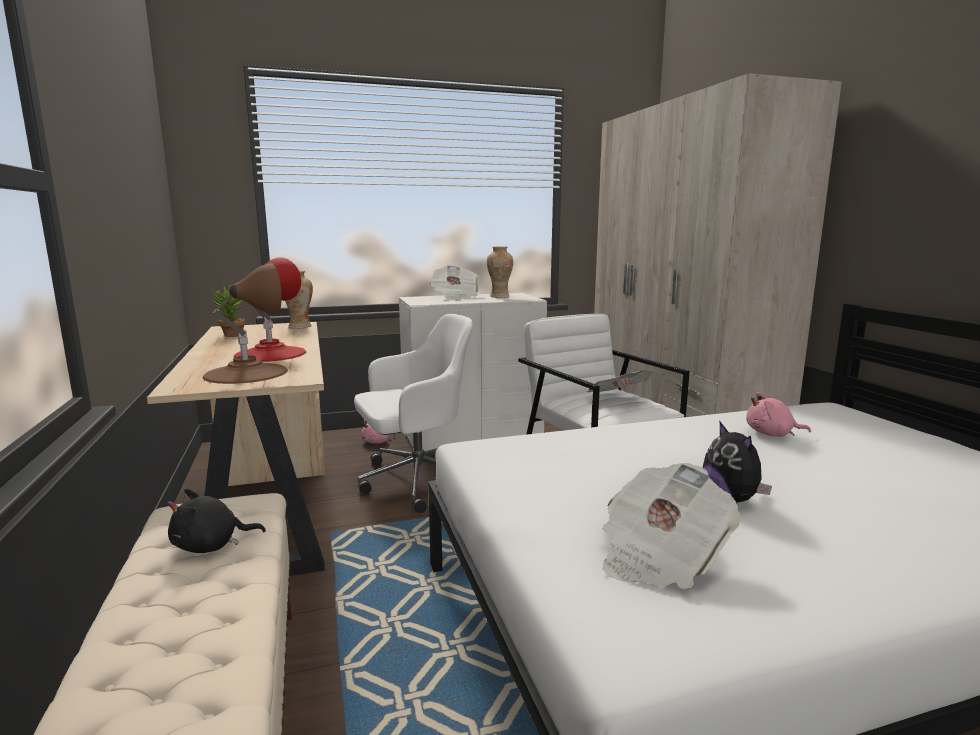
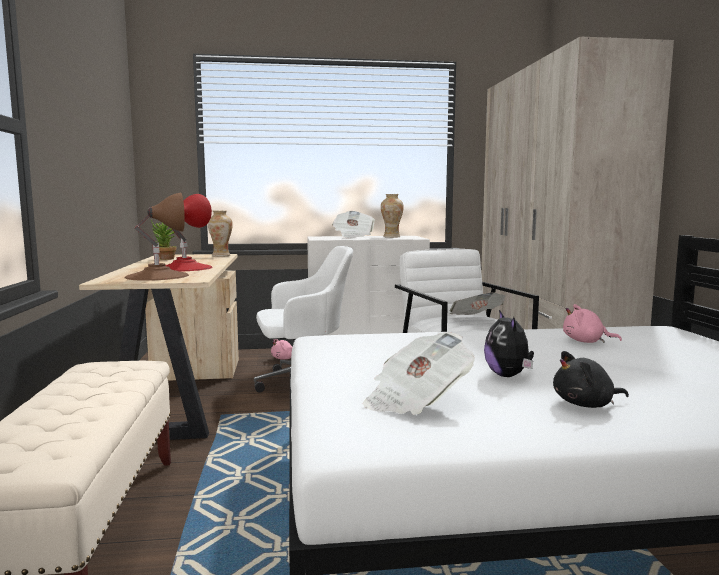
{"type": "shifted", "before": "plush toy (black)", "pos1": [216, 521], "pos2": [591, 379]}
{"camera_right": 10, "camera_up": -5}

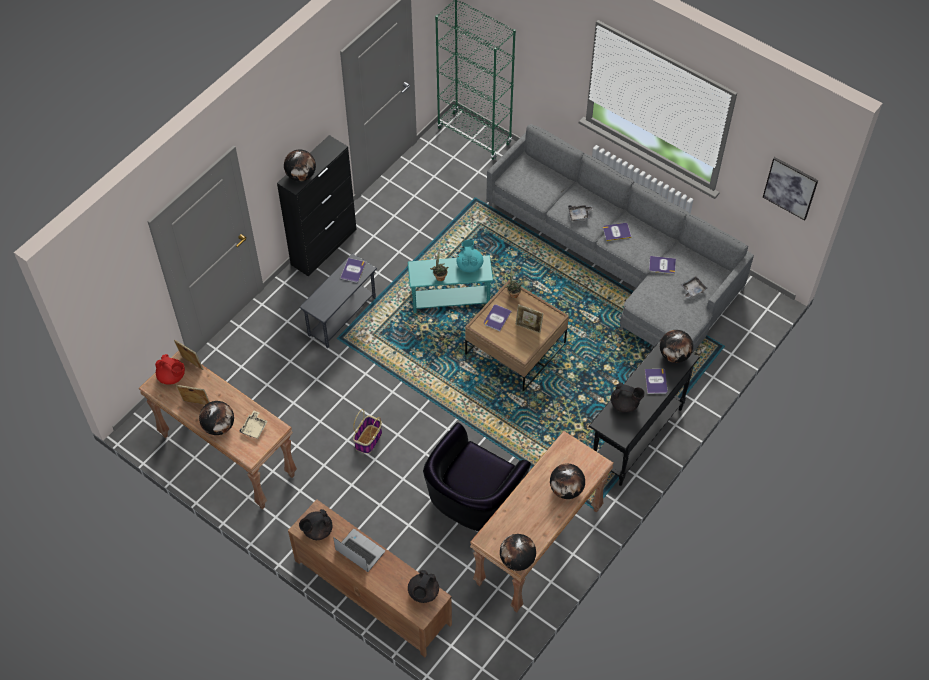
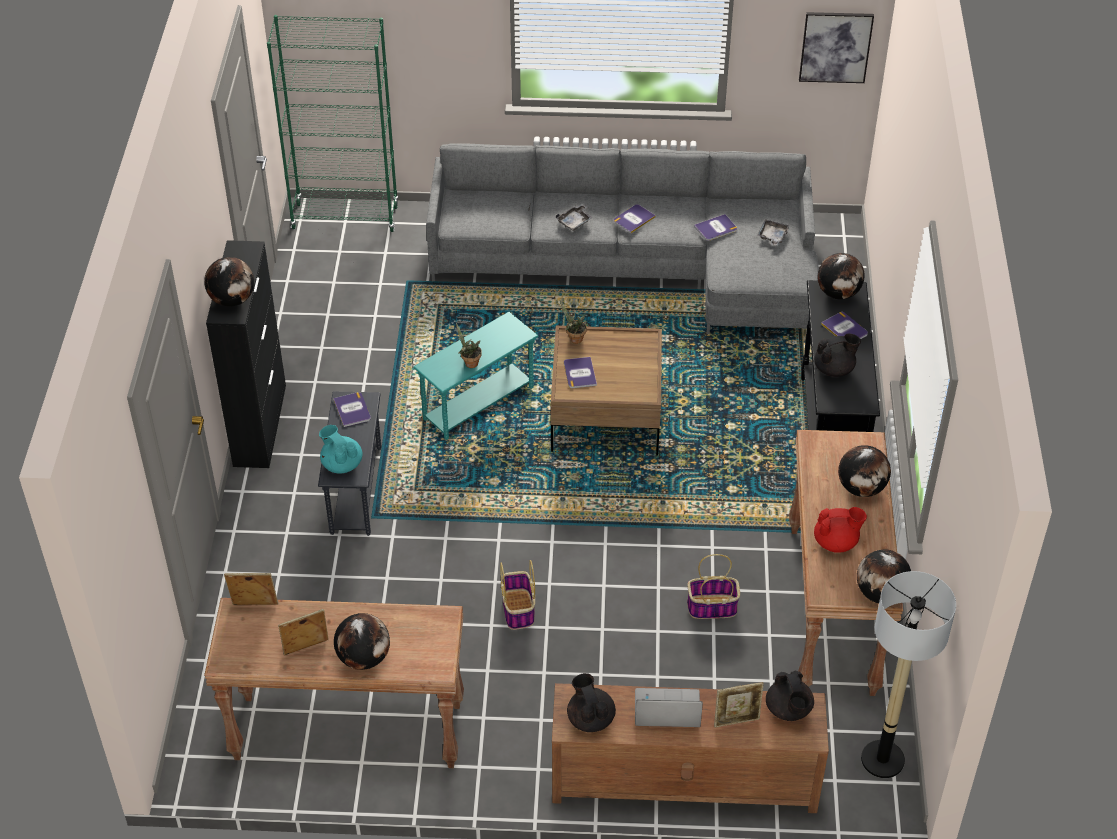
{"type": "shifted", "before": "teapot (turquoise)", "pos1": [470, 256], "pos2": [341, 449]}
{"type": "rotated", "before": "teapot (black)", "pos1": [315, 524], "pos2": [591, 702], "turn": 135}
{"type": "swapped", "before": "armchair (black)", "after": "basket", "pos1": [477, 477], "pos2": [713, 586]}
{"type": "shifted", "before": "picture frame", "pos1": [529, 318], "pos2": [739, 704]}
{"type": "shifted", "before": "teapot (red)", "pos1": [170, 369], "pos2": [840, 530]}
{"type": "new", "after": "floor lamp", "pos2": [908, 674]}
{"type": "gone", "before": "tray (beige)", "pos1": [254, 425]}
{"camera_right": -35, "camera_up": -10}

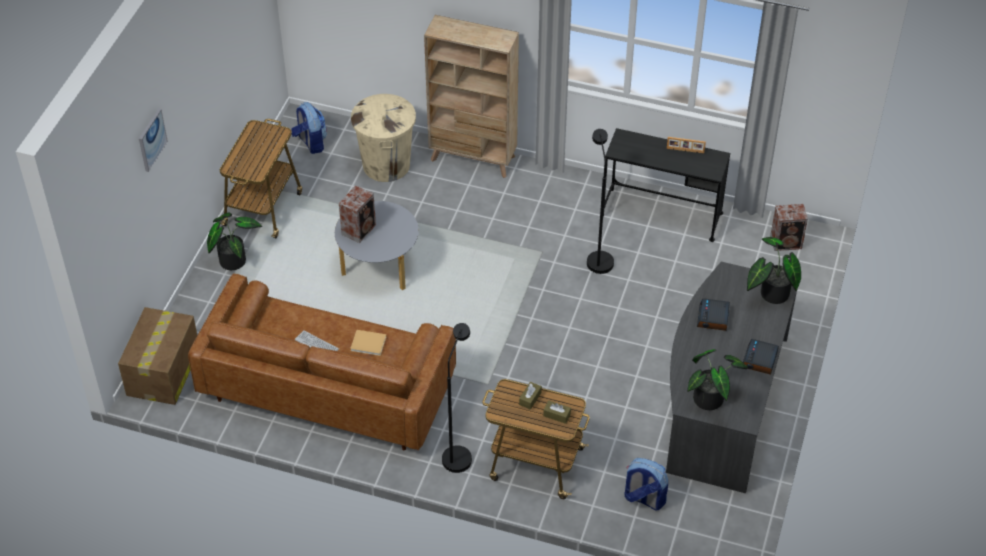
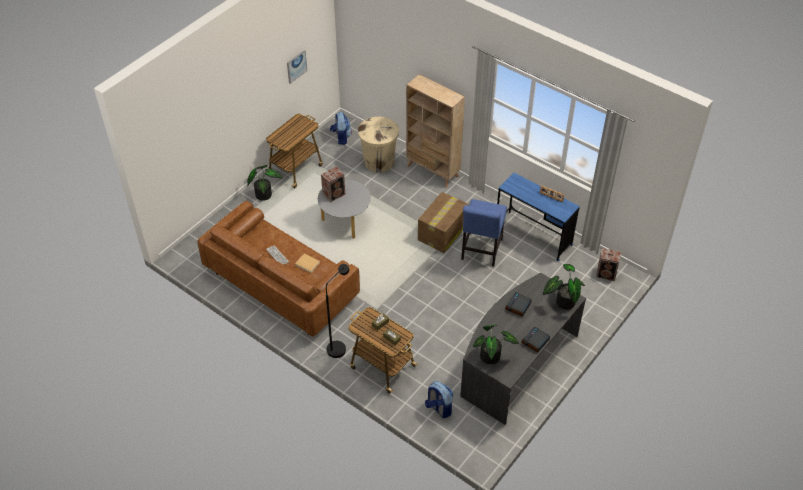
{"type": "shifted", "before": "picture", "pos1": [153, 140], "pos2": [297, 67]}
{"type": "shifted", "before": "cardboard box", "pos1": [157, 356], "pos2": [443, 222]}
{"type": "swapped", "before": "floor lamp (black)", "after": "chair (blue)", "pos1": [600, 201], "pos2": [484, 232]}
{"type": "repainted", "before": "desk (black)", "after": "desk (blue)", "pos1": [666, 185], "pos2": [538, 217]}
{"camera_right": 20, "camera_up": 0}

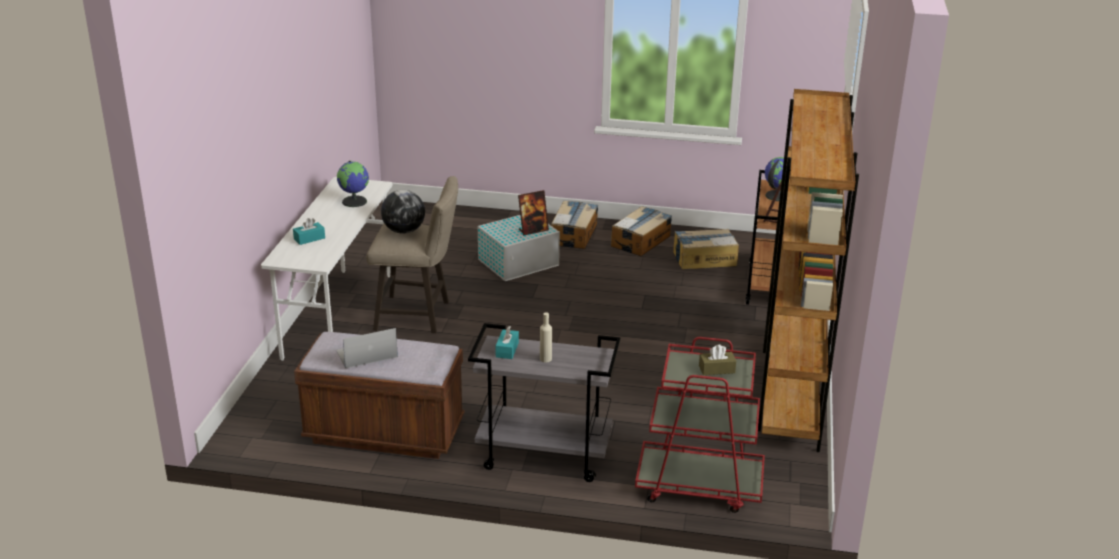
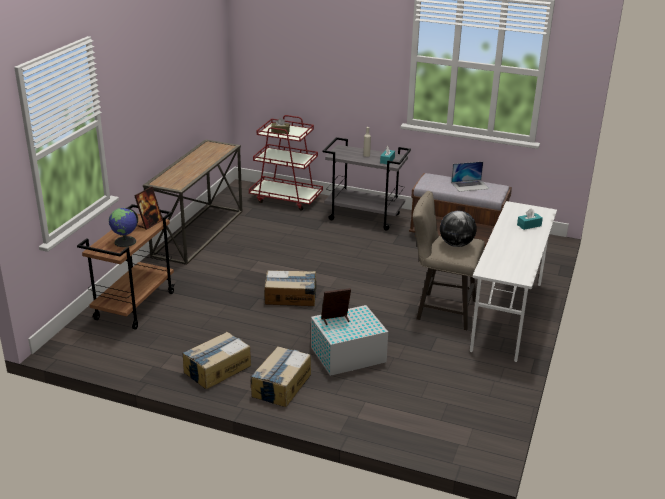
{"type": "swapped", "before": "bookcase (brown)", "after": "console table", "pos1": [808, 270], "pos2": [192, 202]}
{"type": "shifted", "before": "cardboard box", "pos1": [706, 249], "pos2": [290, 288]}
{"type": "gone", "before": "globe", "pos1": [353, 184]}
{"camera_right": -170, "camera_up": 0}

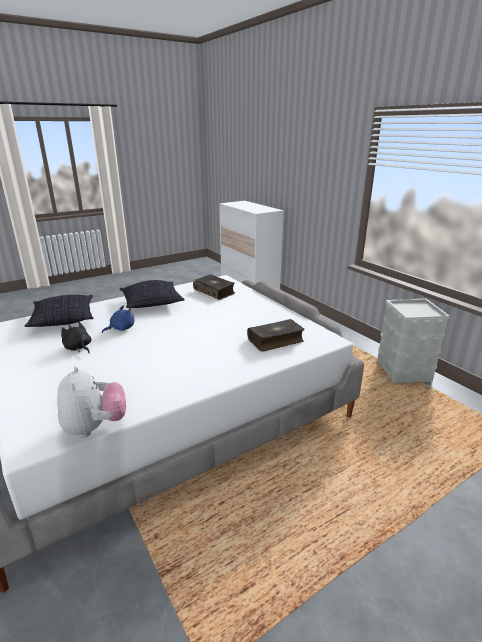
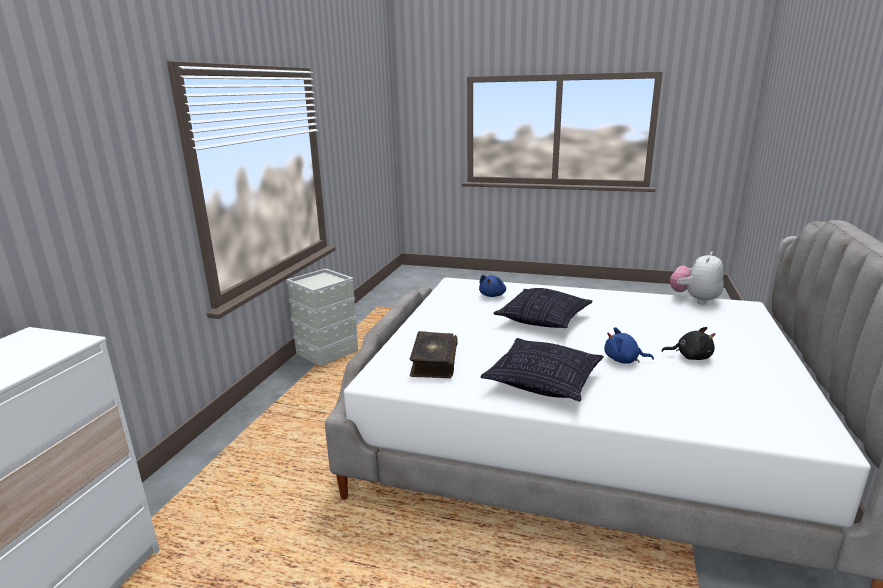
{"type": "swapped", "before": "book", "after": "plush toy (blue)", "pos1": [276, 335], "pos2": [492, 286]}
{"type": "shifted", "before": "pillow", "pos1": [58, 311], "pos2": [543, 308]}
{"type": "rotated", "before": "plush toy (black)", "pos1": [76, 337], "pos2": [688, 343], "turn": -75}
{"camera_right": -130, "camera_up": -5}

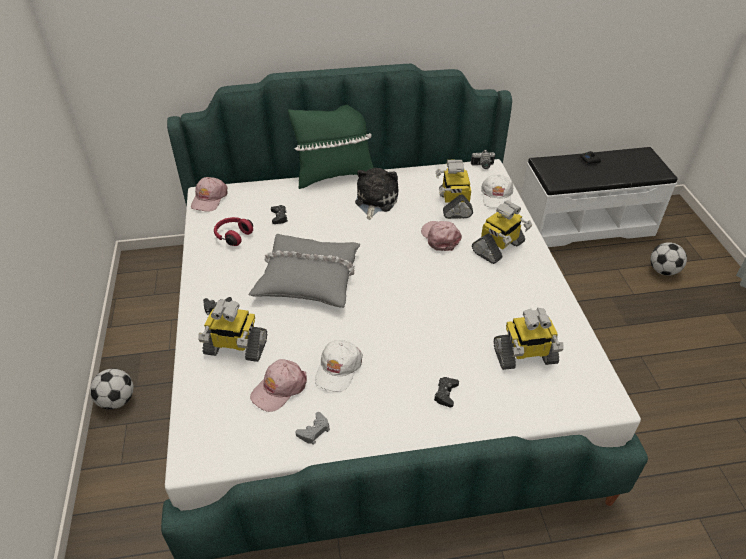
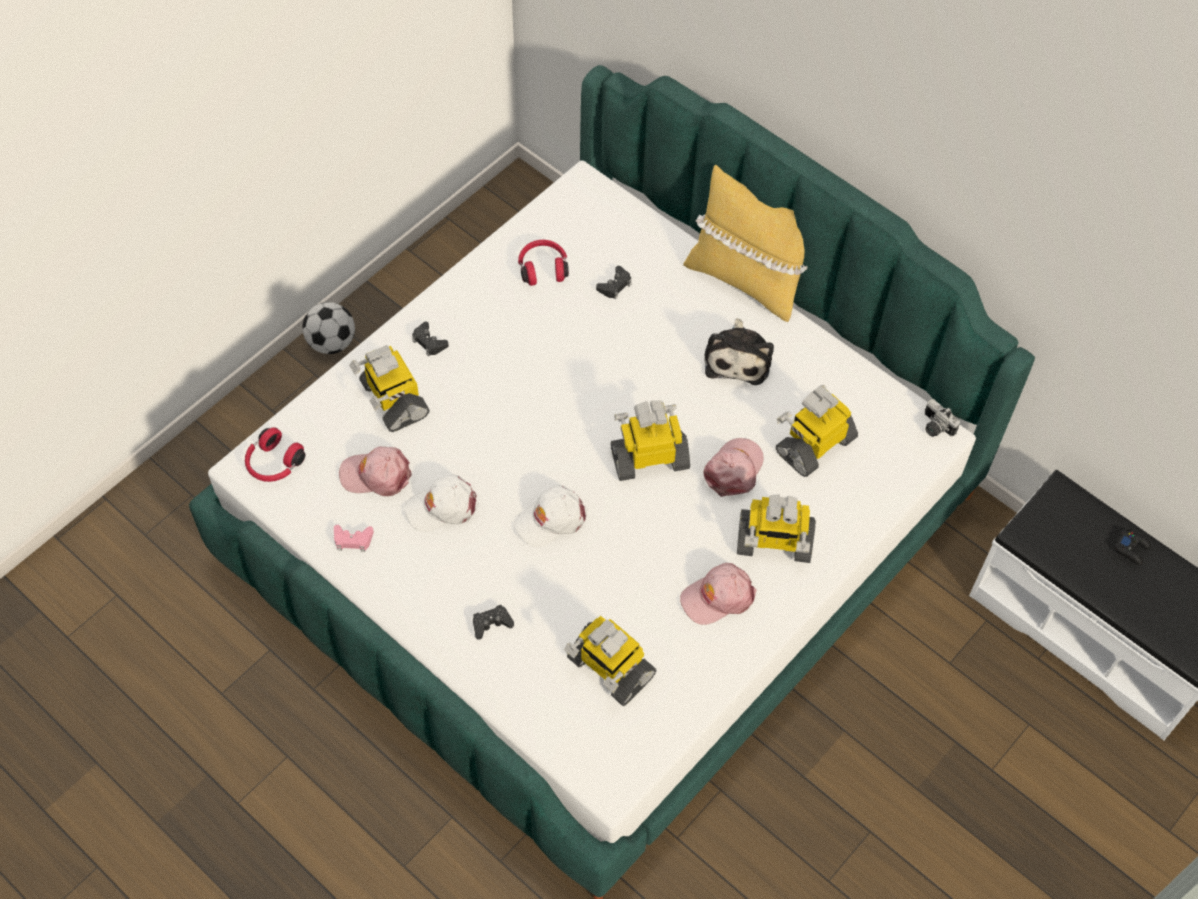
{"type": "new", "after": "headphones (red)", "pos2": [275, 454]}
{"type": "repainted", "before": "game controller (grey)", "after": "game controller (pink)", "pos1": [313, 428], "pos2": [354, 538]}
{"type": "shifted", "before": "cap (white)", "pos1": [497, 191], "pos2": [550, 516]}
{"type": "new", "after": "toy robot", "pos2": [650, 440]}
{"type": "shifted", "before": "cap (pink)", "pos1": [209, 194], "pos2": [718, 594]}
{"type": "repainted", "before": "pillow (green)", "after": "pillow (yellow)", "pos1": [331, 146], "pos2": [745, 243]}
{"type": "rotated", "before": "plush toy", "pos1": [376, 194], "pos2": [739, 351], "turn": 120}
{"type": "gone", "before": "pillow (grey)", "pos1": [304, 271]}
{"type": "gone", "before": "football", "pos1": [668, 259]}
{"camera_right": 50, "camera_up": 15}

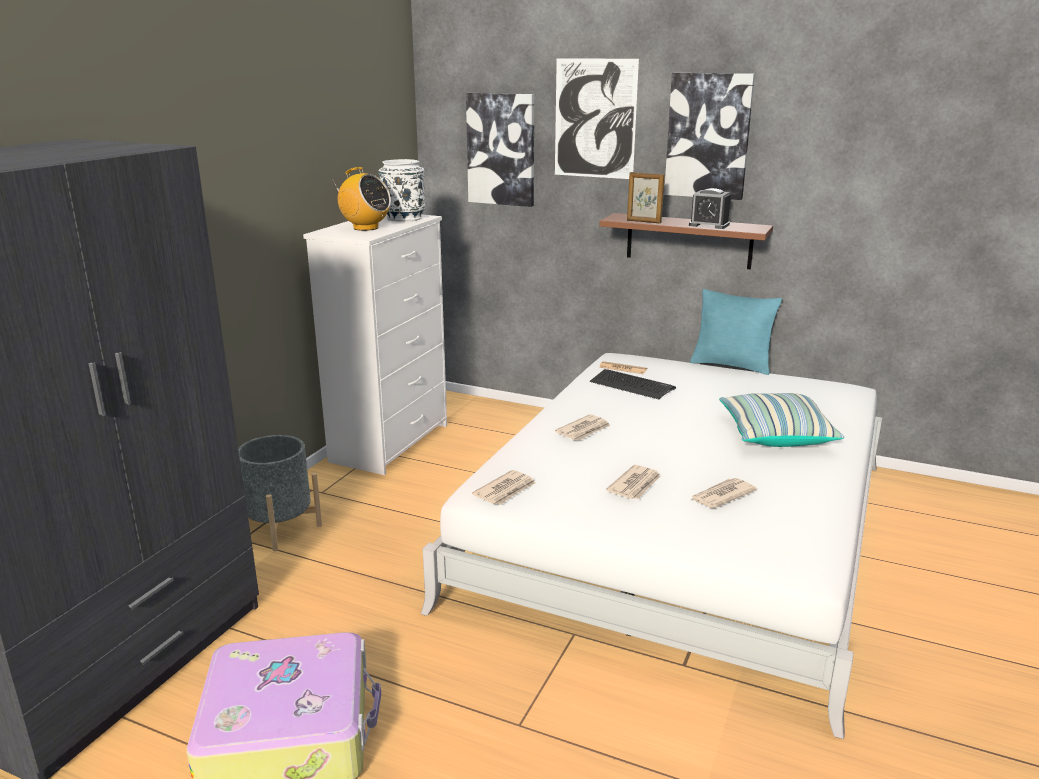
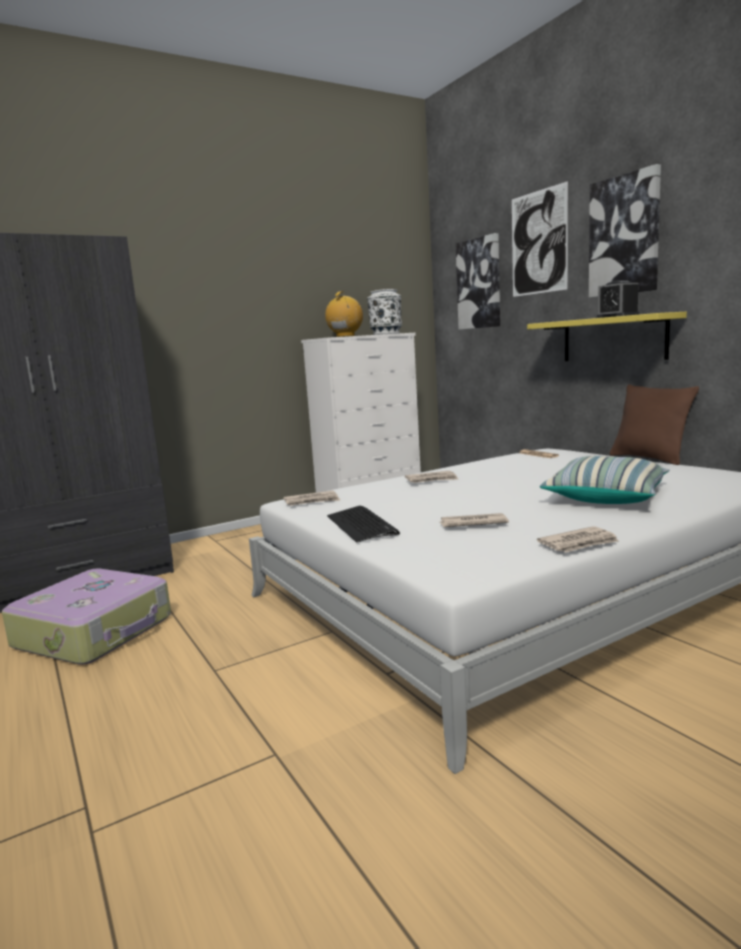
{"type": "rotated", "before": "radio", "pos1": [361, 199], "pos2": [344, 314], "turn": -135}
{"type": "shifted", "before": "keyboard", "pos1": [633, 384], "pos2": [363, 524]}
{"type": "repainted", "before": "shelf (brown)", "after": "shelf (yellow)", "pos1": [686, 241], "pos2": [607, 336]}
{"type": "shifted", "before": "newspaper", "pos1": [633, 482], "pos2": [578, 539]}
{"type": "repainted", "before": "pillow (turquoise)", "after": "pillow (brown)", "pos1": [736, 332], "pos2": [654, 424]}
{"type": "gone", "before": "planter (grey)", "pos1": [280, 493]}
{"type": "gone", "before": "picture frame", "pos1": [646, 197]}
{"camera_right": 35, "camera_up": -10}

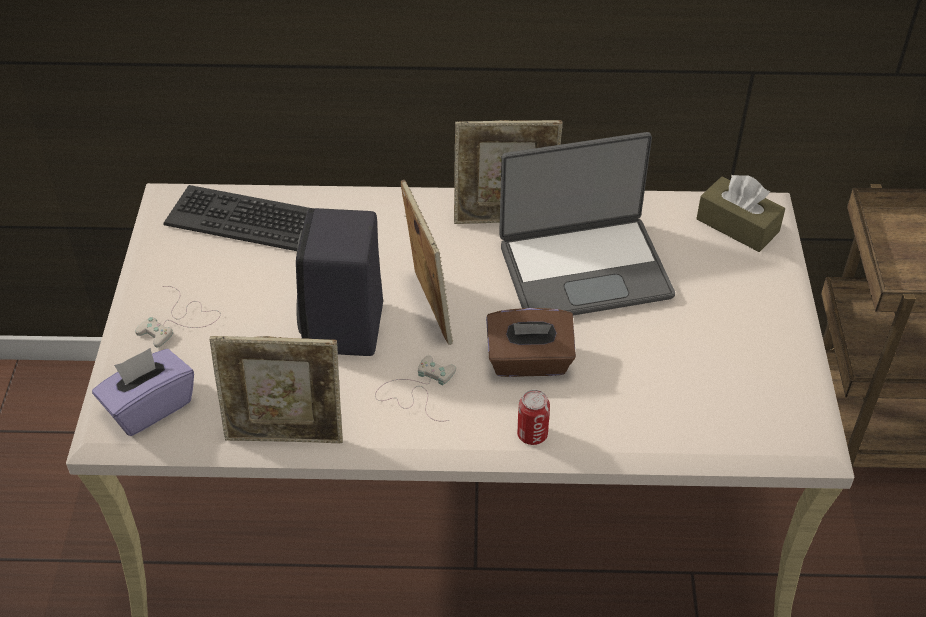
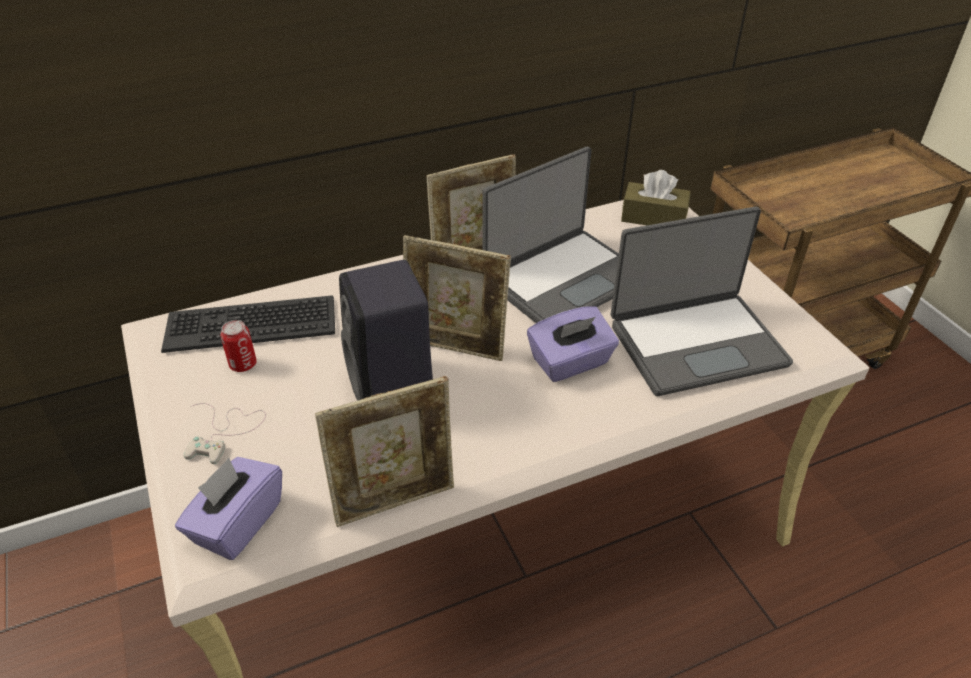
{"type": "shifted", "before": "can", "pos1": [533, 417], "pos2": [238, 346]}
{"type": "rotated", "before": "picture frame", "pos1": [427, 262], "pos2": [457, 298], "turn": 150}
{"type": "repainted", "before": "tissue box (brown)", "after": "tissue box (purple)", "pos1": [531, 342], "pos2": [573, 344]}
{"type": "new", "after": "laptop", "pos2": [701, 301]}
{"type": "gone", "before": "game controller (white)", "pos1": [415, 388]}
{"camera_right": -25, "camera_up": -5}

